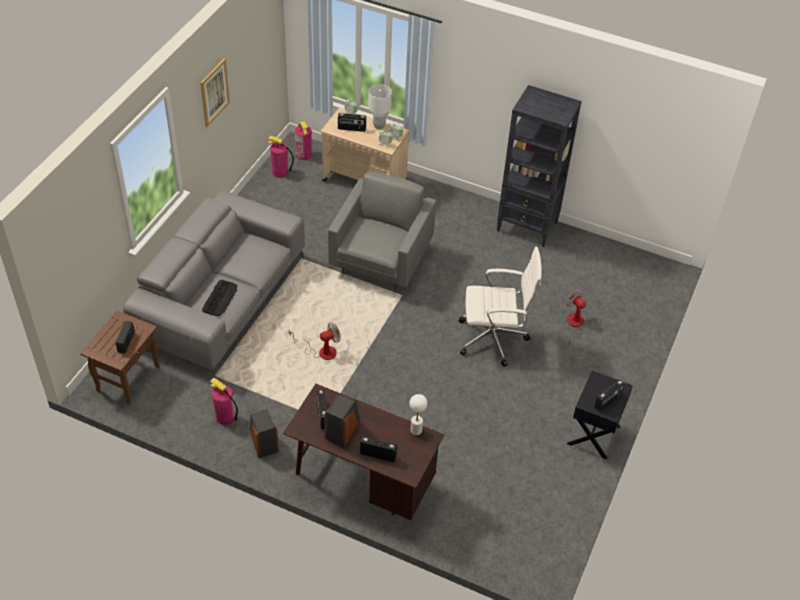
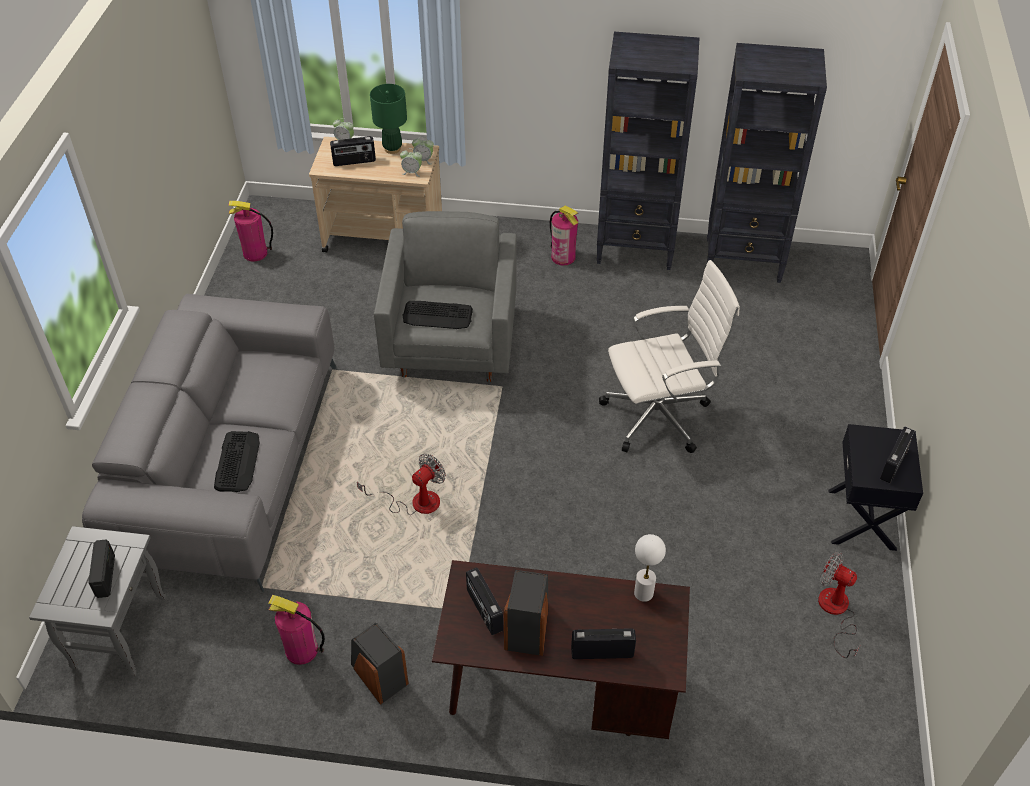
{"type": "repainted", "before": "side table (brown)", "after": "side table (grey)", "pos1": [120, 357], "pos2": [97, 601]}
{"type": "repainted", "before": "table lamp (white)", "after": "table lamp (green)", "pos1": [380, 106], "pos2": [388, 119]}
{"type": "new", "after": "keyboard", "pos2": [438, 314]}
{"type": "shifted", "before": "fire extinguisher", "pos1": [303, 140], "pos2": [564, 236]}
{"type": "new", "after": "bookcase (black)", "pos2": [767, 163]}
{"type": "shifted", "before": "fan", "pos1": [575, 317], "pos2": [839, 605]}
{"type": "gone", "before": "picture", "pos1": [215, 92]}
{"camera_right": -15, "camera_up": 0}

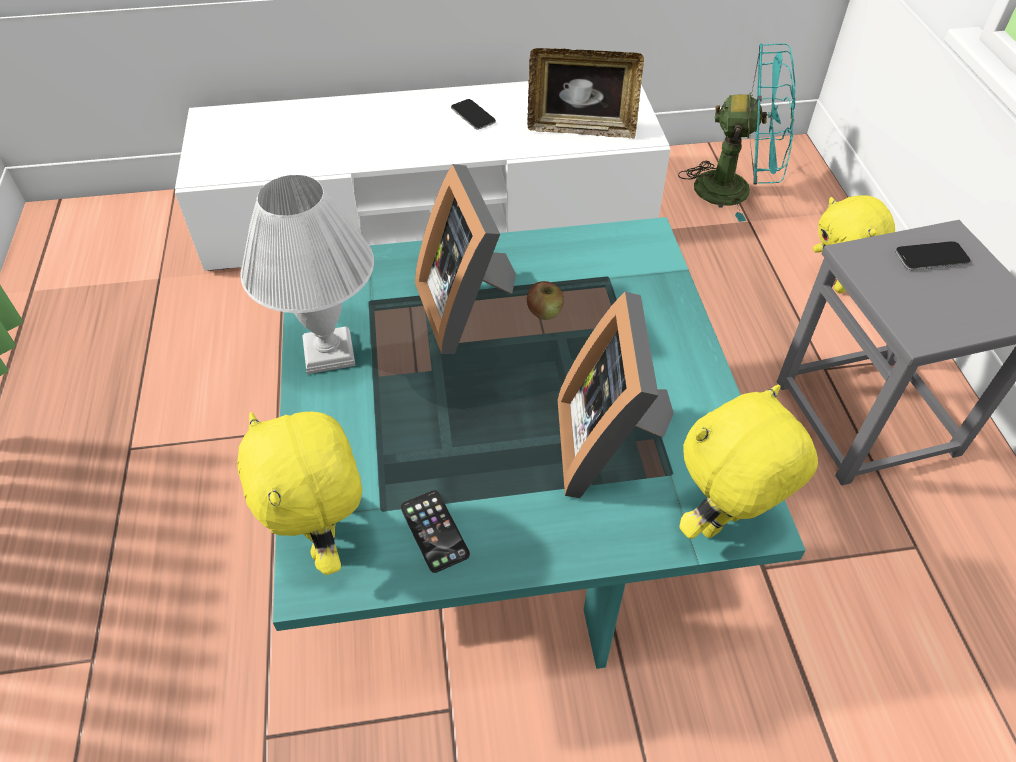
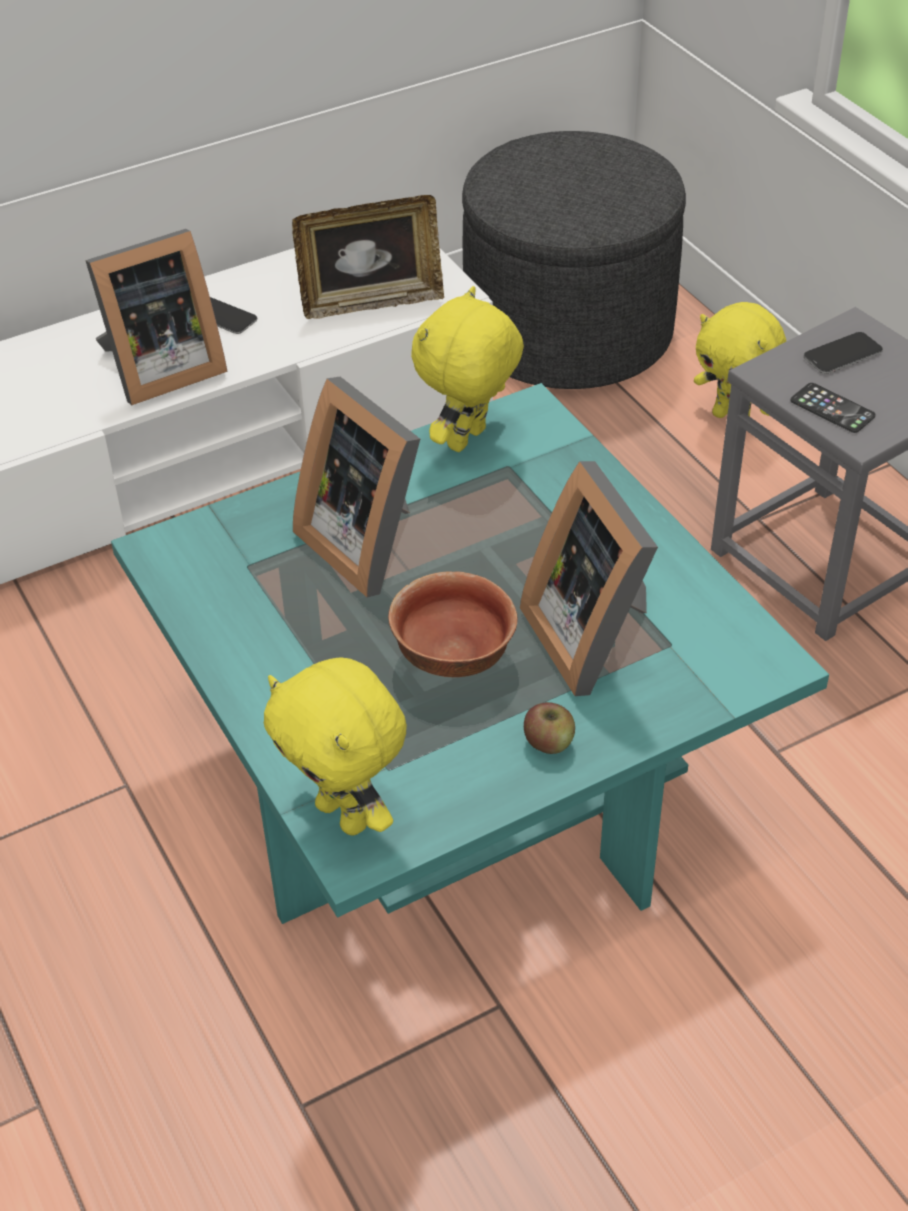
{"type": "new", "after": "picture frame", "pos2": [156, 317]}
{"type": "new", "after": "bowl", "pos2": [453, 624]}
{"type": "shifted", "before": "plush toy (yellow)", "pos1": [749, 462], "pos2": [467, 369]}
{"type": "swapped", "before": "fan (turquoise)", "after": "ottoman (grey)", "pos1": [736, 132], "pos2": [574, 260]}
{"type": "shifted", "before": "apple", "pos1": [545, 300], "pos2": [549, 728]}
{"type": "shifted", "before": "phone", "pos1": [435, 531], "pos2": [833, 408]}
{"type": "gone", "before": "table lamp (white)", "pos1": [307, 274]}
{"camera_right": -20, "camera_up": -5}

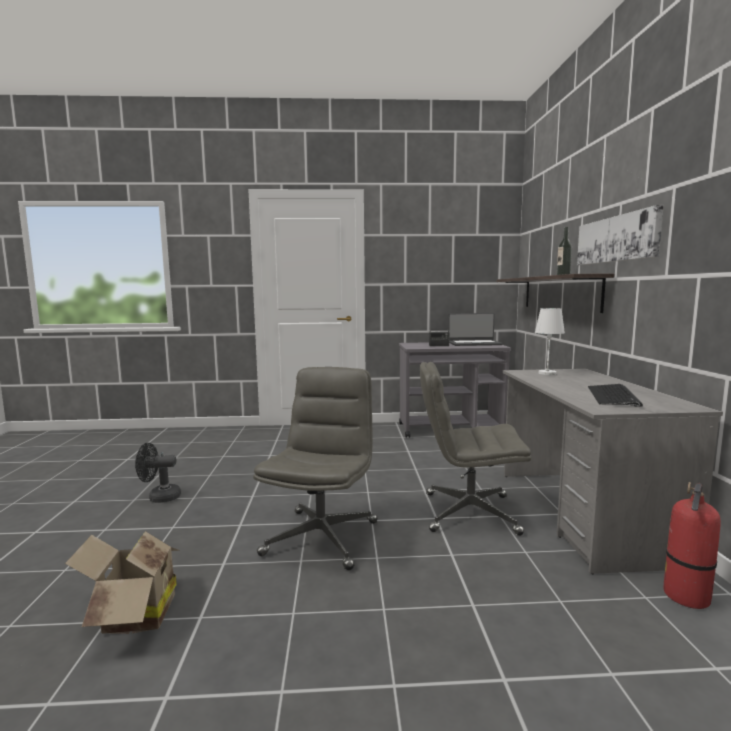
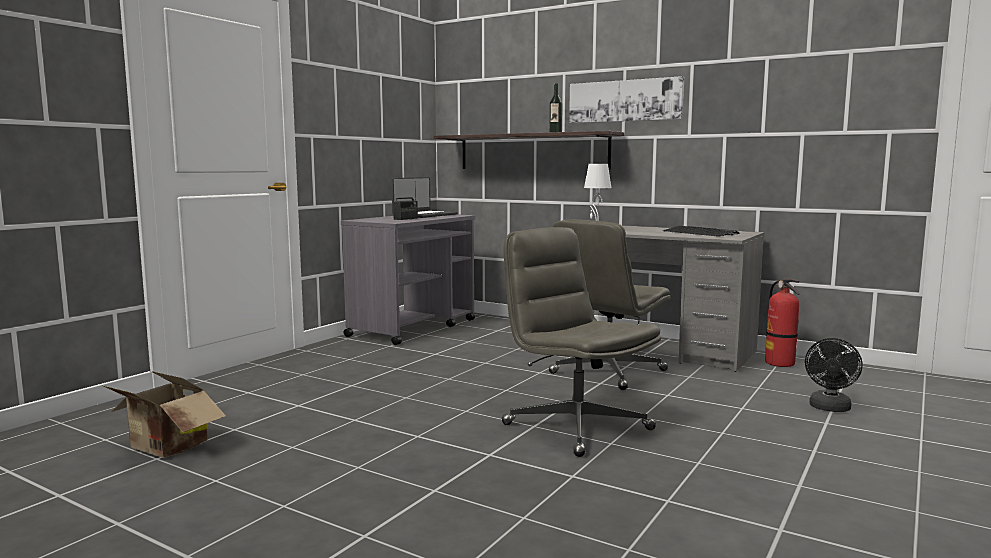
{"type": "shifted", "before": "cardboard box", "pos1": [122, 582], "pos2": [163, 414]}
{"type": "shifted", "before": "fan (black)", "pos1": [158, 473], "pos2": [834, 375]}
{"camera_right": -55, "camera_up": 0}

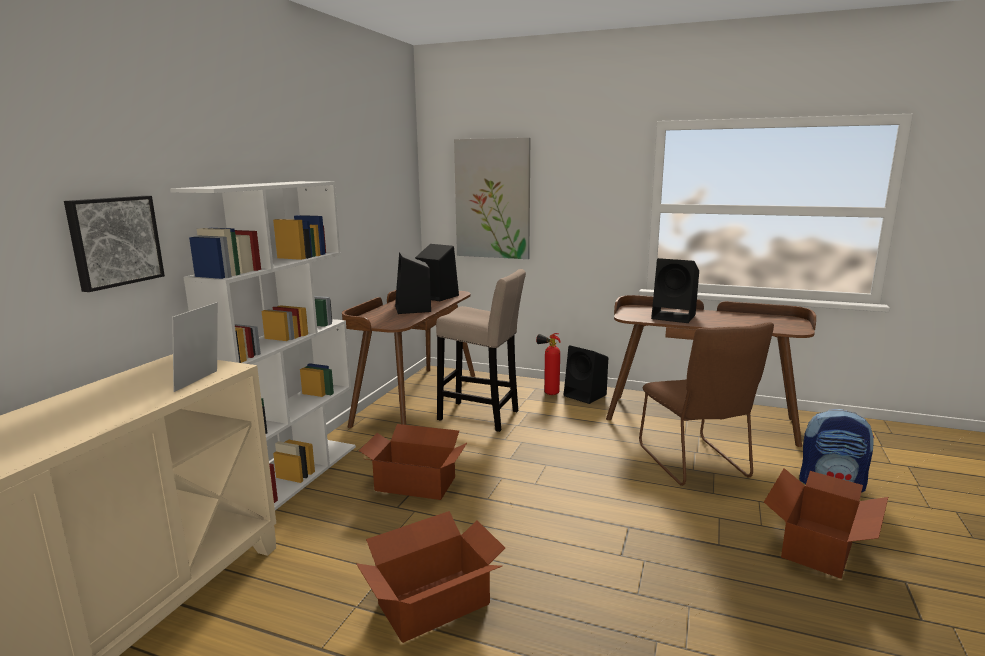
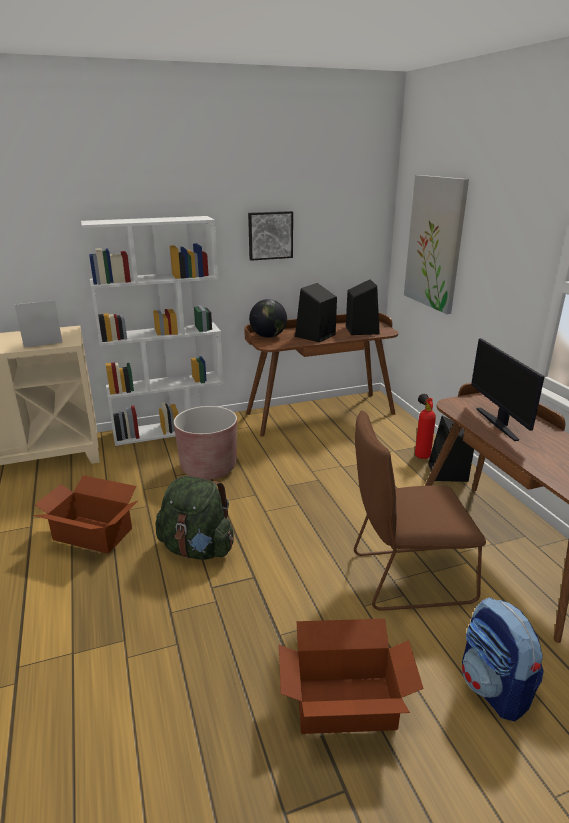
{"type": "new", "after": "backpack (green)", "pos2": [194, 518]}
{"type": "swapped", "before": "cardboard box", "after": "planter (brown)", "pos1": [413, 462], "pos2": [205, 443]}
{"type": "shifted", "before": "picture", "pos1": [114, 244], "pos2": [270, 236]}
{"type": "new", "after": "globe", "pos2": [268, 318]}
{"type": "rotated", "before": "chair (brown)", "pos1": [706, 404], "pos2": [420, 511], "turn": 45}
{"type": "swapped", "before": "speaker (black)", "after": "monitor", "pos1": [675, 290], "pos2": [508, 389]}
{"type": "gone", "before": "stool (beige)", "pos1": [481, 350]}
{"camera_right": 50, "camera_up": 10}

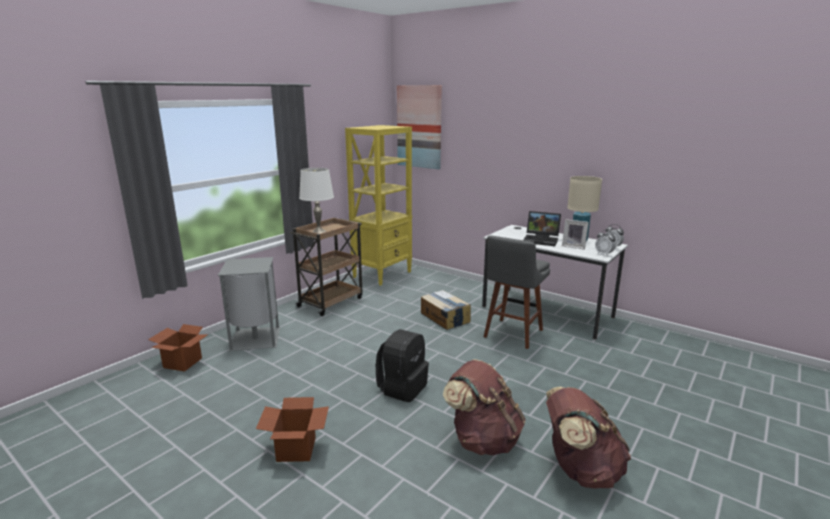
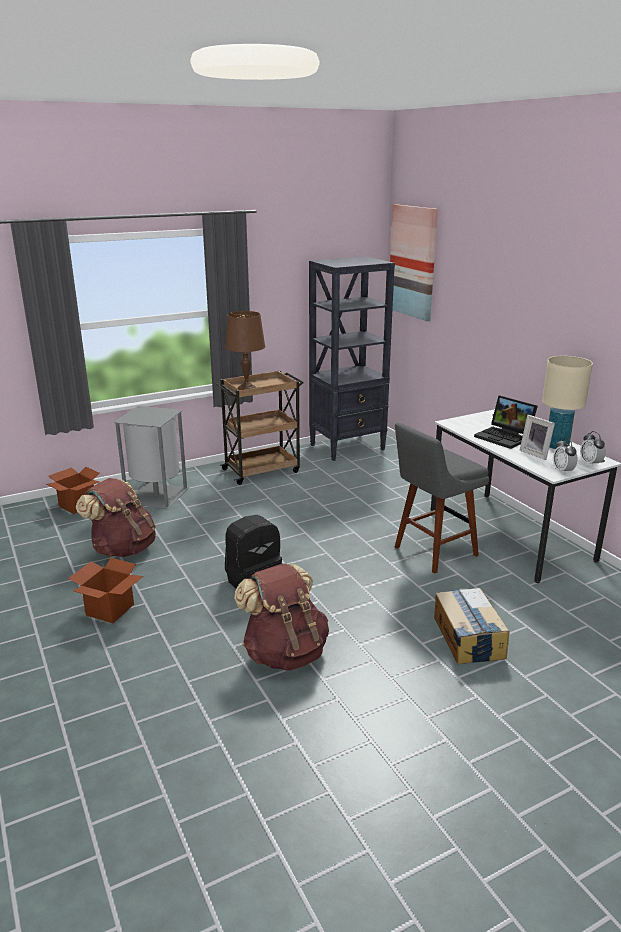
{"type": "shifted", "before": "backpack (brown)", "pos1": [588, 437], "pos2": [116, 517]}
{"type": "repainted", "before": "table lamp (white)", "after": "table lamp (brown)", "pos1": [316, 201], "pos2": [245, 350]}
{"type": "repainted", "before": "bookcase (yellow)", "after": "bookcase (black)", "pos1": [378, 205], "pos2": [352, 358]}
{"type": "shifted", "before": "cardboard box", "pos1": [446, 310], "pos2": [471, 626]}
{"camera_right": 25, "camera_up": 5}

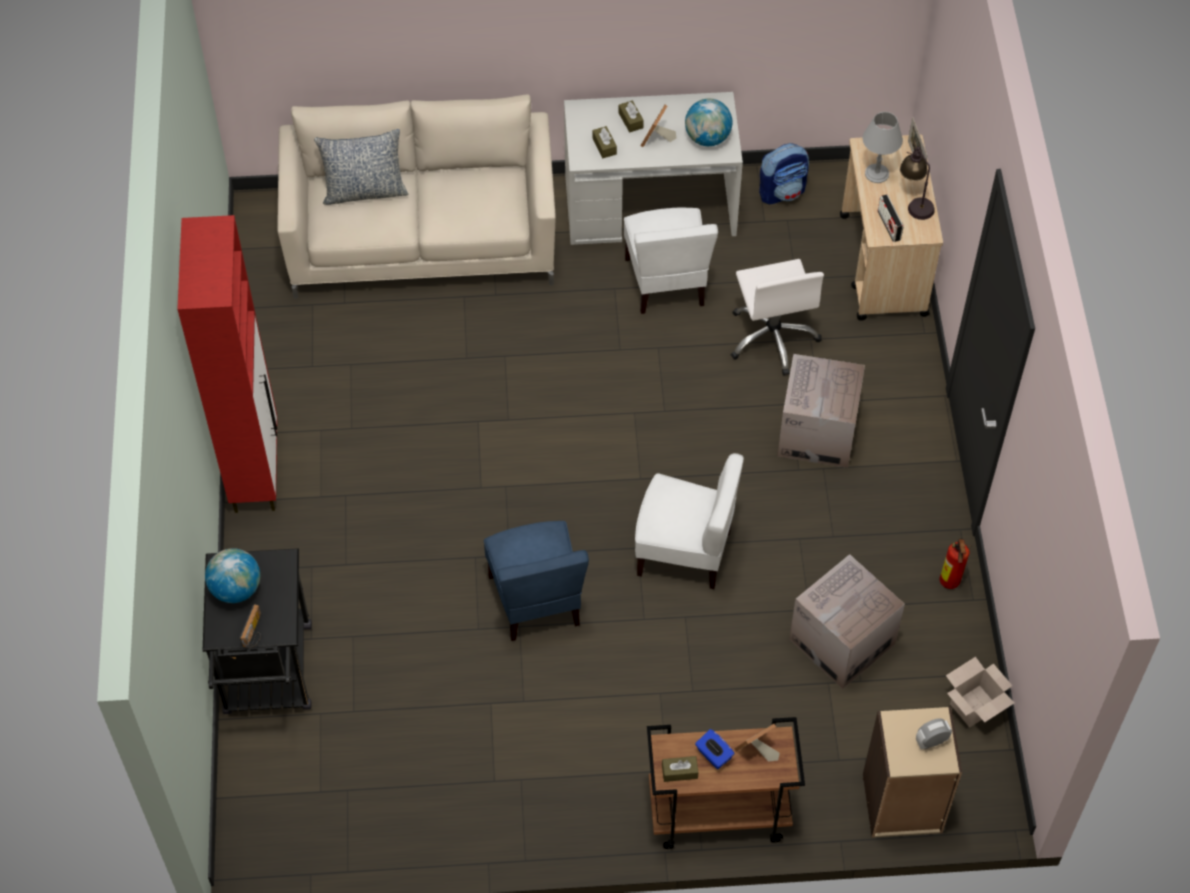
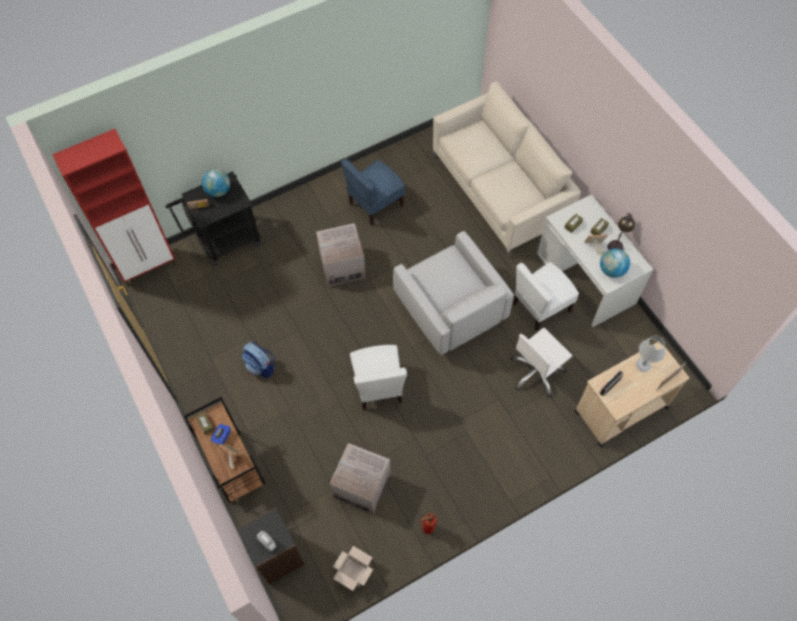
{"type": "shifted", "before": "cabinet (red)", "pos1": [227, 364], "pos2": [114, 208]}
{"type": "repainted", "before": "bookcase (beige)", "after": "bookcase (black)", "pos1": [912, 772], "pos2": [271, 546]}
{"type": "shifted", "before": "backpack", "pos1": [784, 173], "pos2": [258, 360]}
{"type": "shifted", "before": "cardboard box", "pos1": [821, 411], "pos2": [341, 255]}
{"type": "shifted", "before": "chair (blue)", "pos1": [536, 581], "pos2": [373, 192]}
{"type": "new", "after": "armchair (white)", "pos2": [453, 293]}
{"type": "shifted", "before": "table lamp", "pos1": [917, 183], "pos2": [621, 231]}
{"type": "gone", "before": "pillow", "pos1": [361, 167]}
{"camera_right": 65, "camera_up": 5}

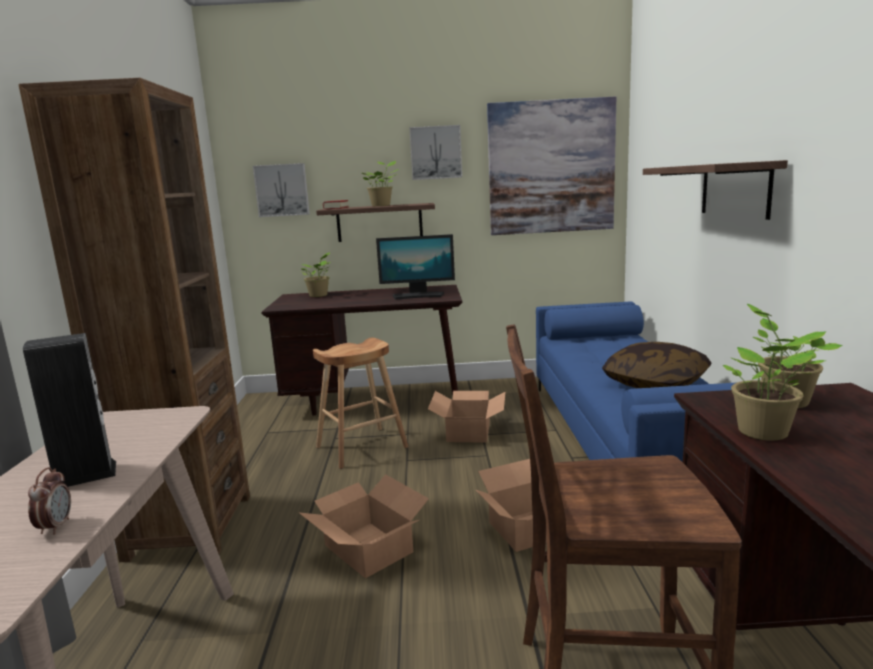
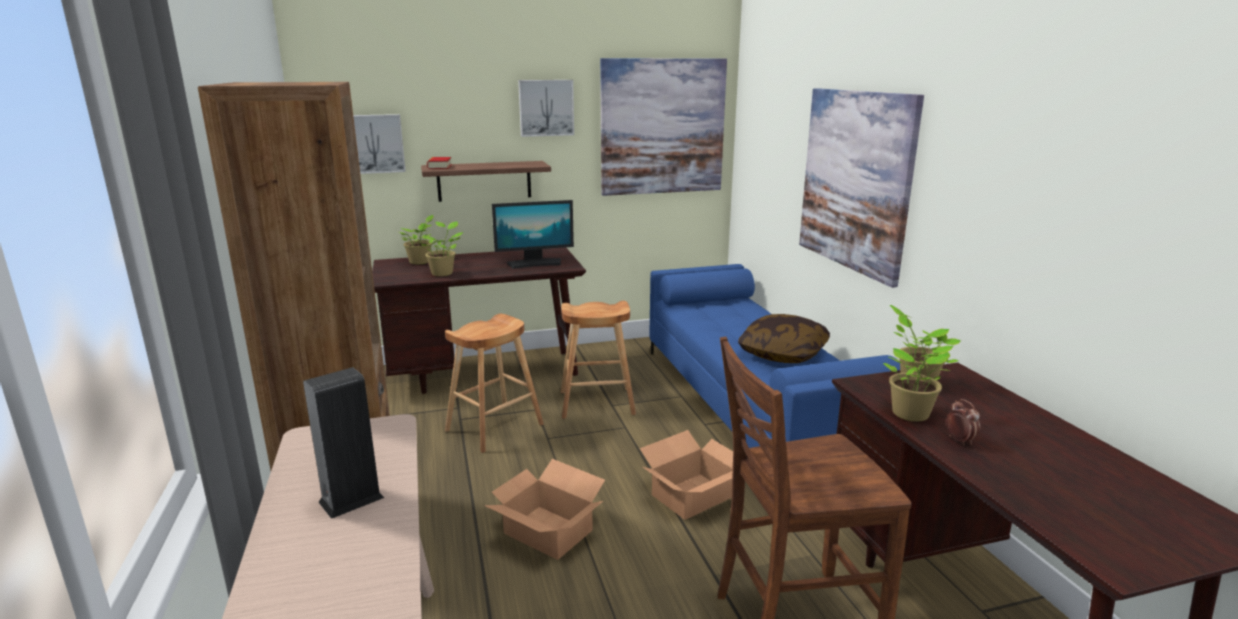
{"type": "shifted", "before": "potted plant", "pos1": [380, 183], "pos2": [441, 248]}
{"type": "swapped", "before": "cardboard box", "after": "stool (brown)", "pos1": [467, 417], "pos2": [598, 360]}
{"type": "swapped", "before": "shelf", "after": "picture", "pos1": [715, 190], "pos2": [861, 188]}
{"type": "shifted", "before": "alarm clock", "pos1": [49, 501], "pos2": [963, 422]}
{"camera_right": -15, "camera_up": 5}

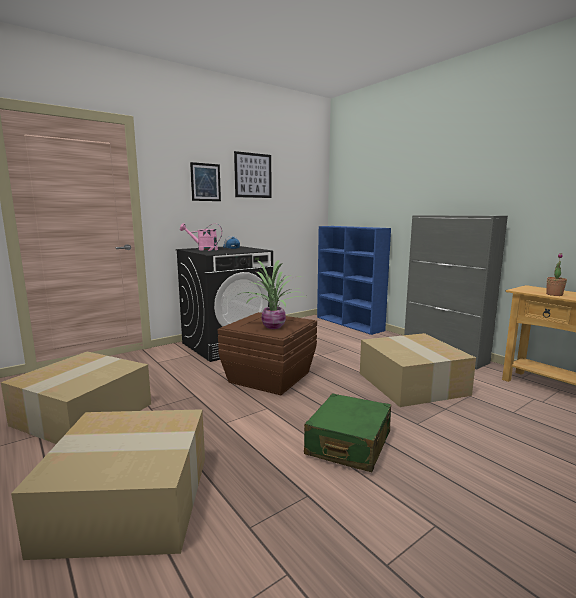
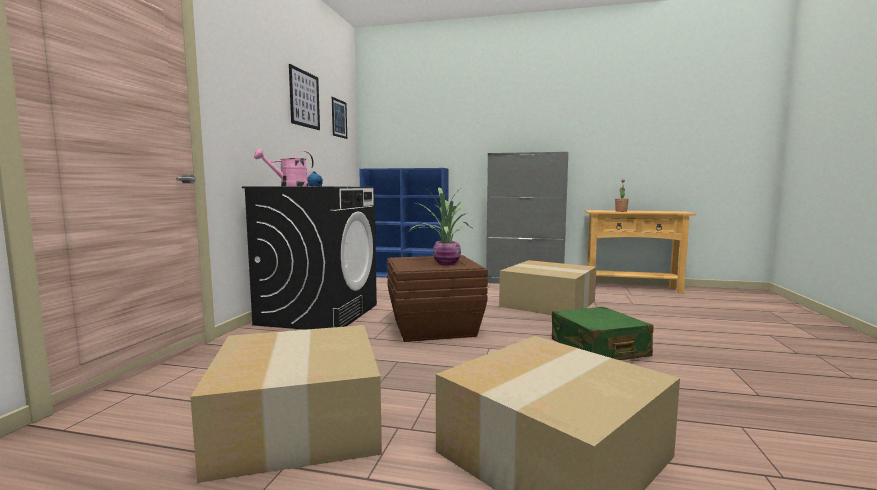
{"type": "shifted", "before": "picture", "pos1": [205, 181], "pos2": [339, 118]}
{"camera_right": -40, "camera_up": -5}

